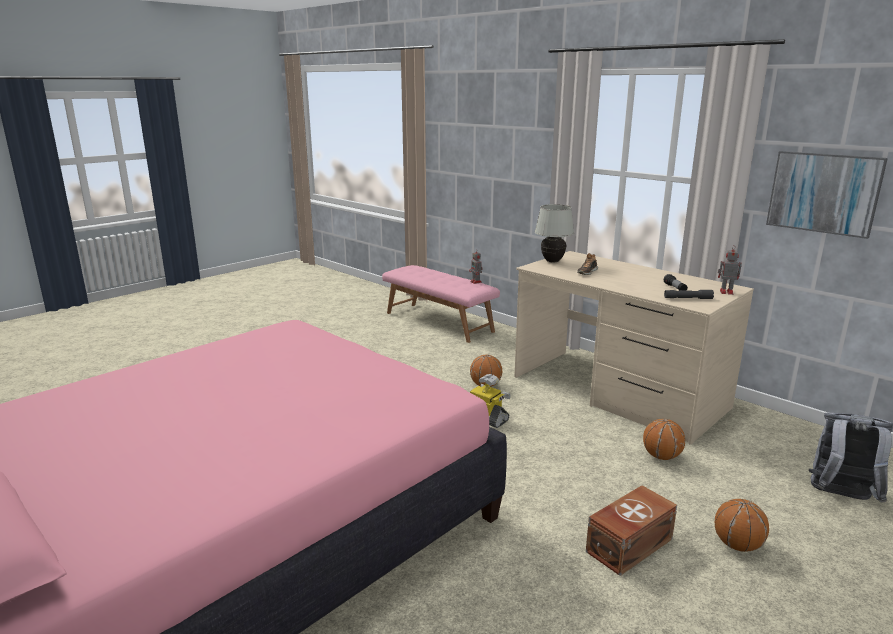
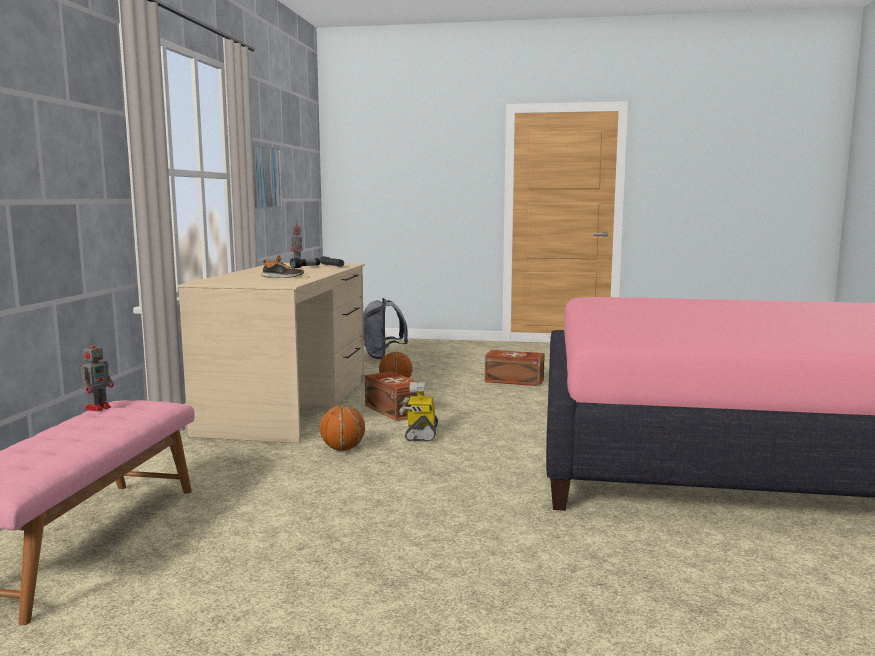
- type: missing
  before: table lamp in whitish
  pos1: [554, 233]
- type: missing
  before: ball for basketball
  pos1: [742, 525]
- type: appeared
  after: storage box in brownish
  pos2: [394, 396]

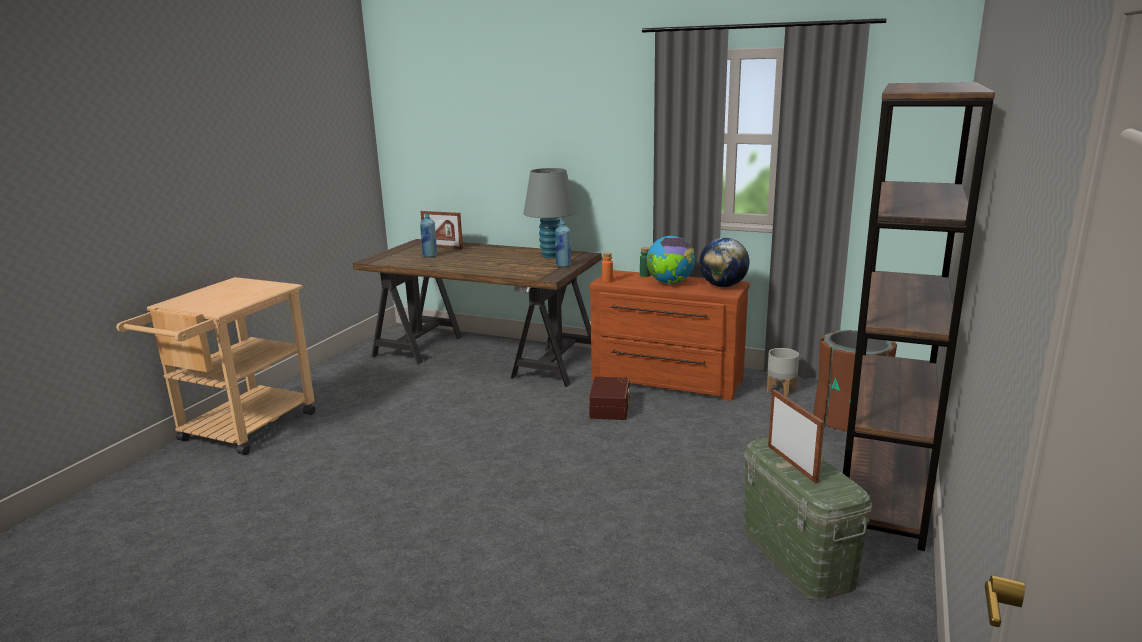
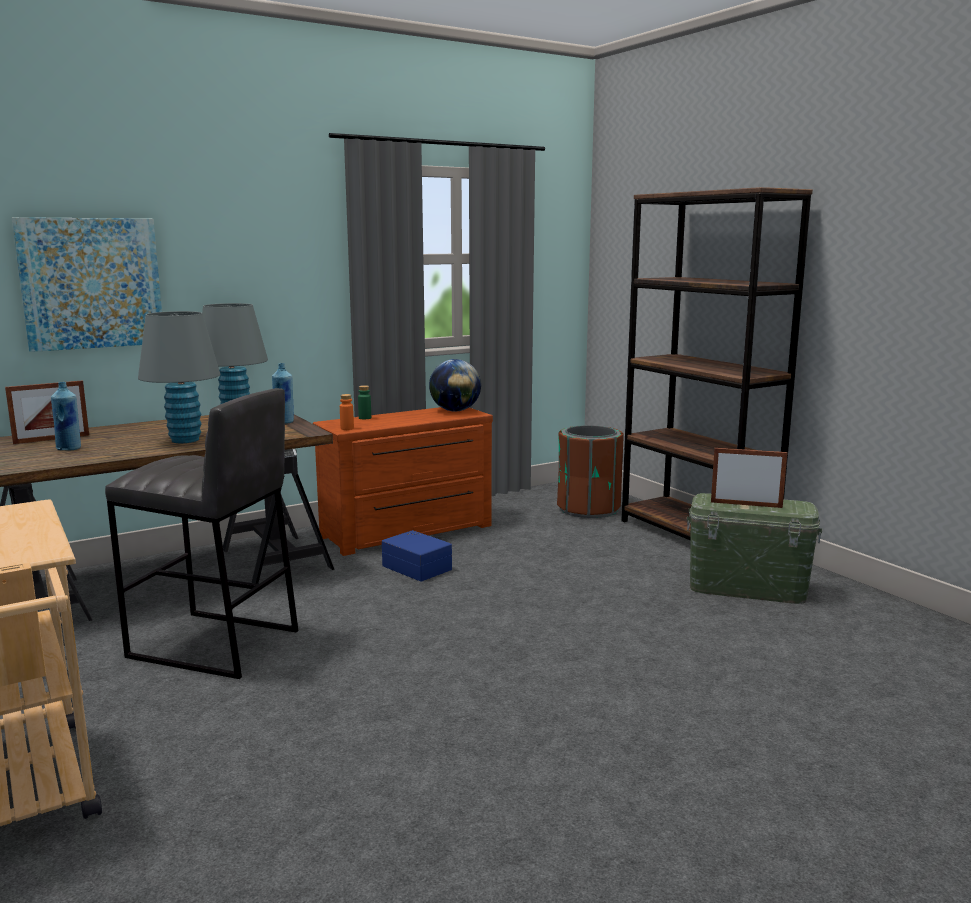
- type: colour
  before: storage box in brownish
  after: storage box in bluish
  pos1: [610, 398]
  pos2: [417, 555]
- type: missing
  before: desk globe
  pos1: [671, 260]
- type: missing
  before: planter in grey
  pos1: [783, 372]
- type: appeared
  after: picture
  pos2: [87, 284]
- type: appeared
  after: stool seat in grey
  pos2: [202, 533]
- type: appeared
  after: table lamp in grey
  pos2: [179, 377]

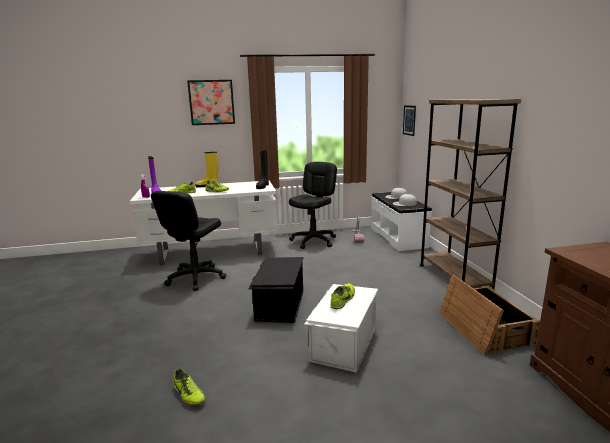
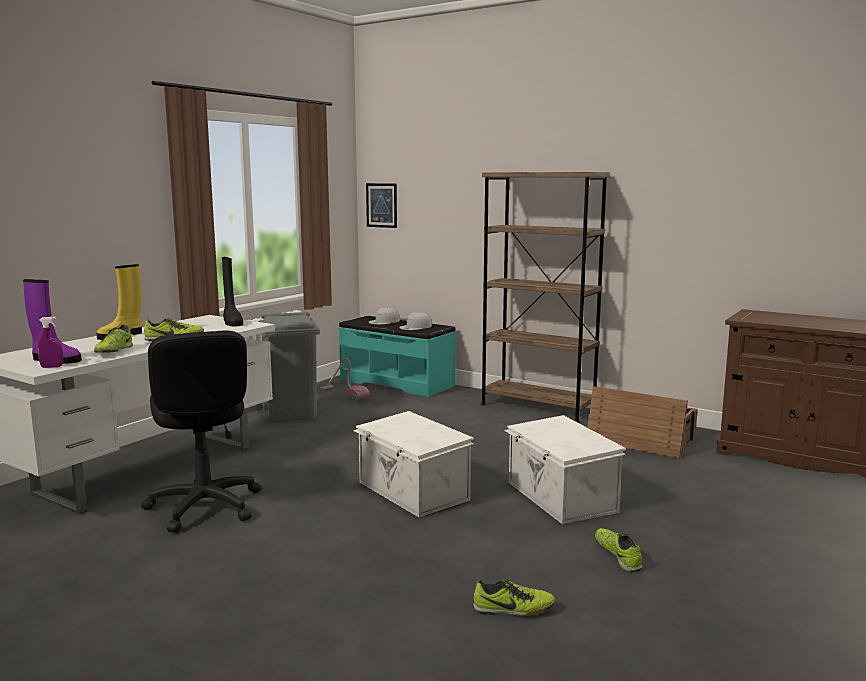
- type: missing
  before: picture
  pos1: [211, 102]
- type: colour
  before: storage box in black-coloured
  after: storage box in whitish
  pos1: [276, 290]
  pos2: [413, 464]
- type: exchanged
  before: computer chair in black-coloured
  after: rubbish bin in grey
  pos1: [313, 205]
  pos2: [289, 366]
- type: relocated
  before: shoe
  pos1: [342, 296]
  pos2: [618, 550]
- type: colour
  before: indoor bench in whitish
  after: indoor bench in turquoise-coloured
  pos1: [401, 221]
  pos2: [397, 356]

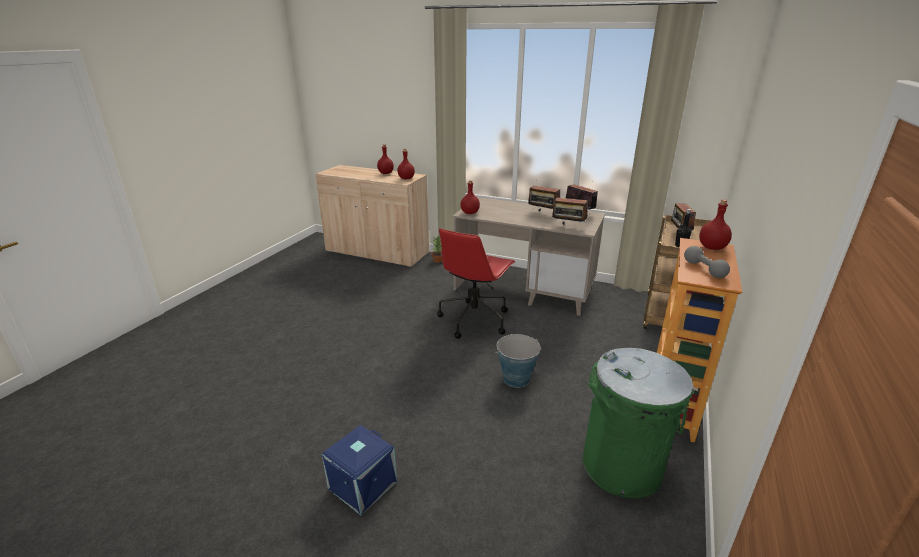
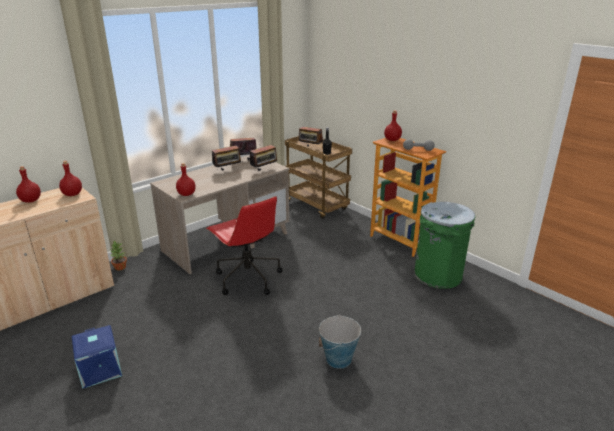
- type: relocated
  before: storage box in bluish
  pos1: [359, 470]
  pos2: [97, 357]
- type: relocated
  before: pail
  pos1: [518, 361]
  pos2: [340, 342]

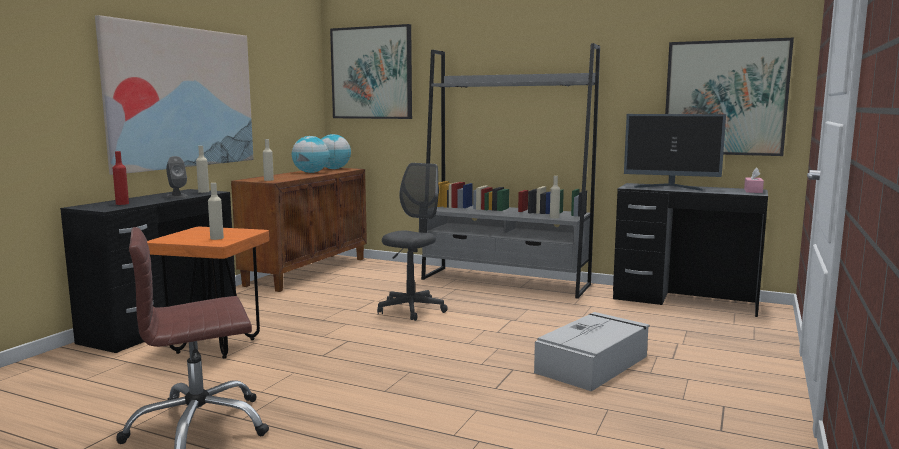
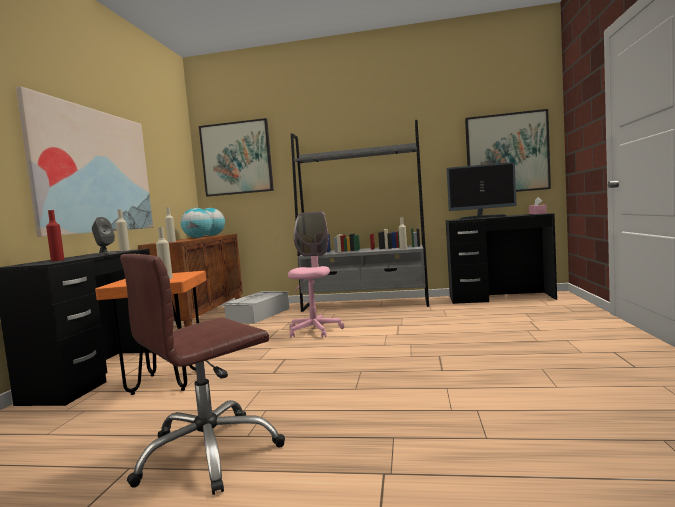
- type: colour
  before: computer chair in grey
  after: computer chair in pink-coloured
  pos1: [412, 242]
  pos2: [316, 274]
- type: relocated
  before: storage box in grey
  pos1: [591, 351]
  pos2: [256, 307]

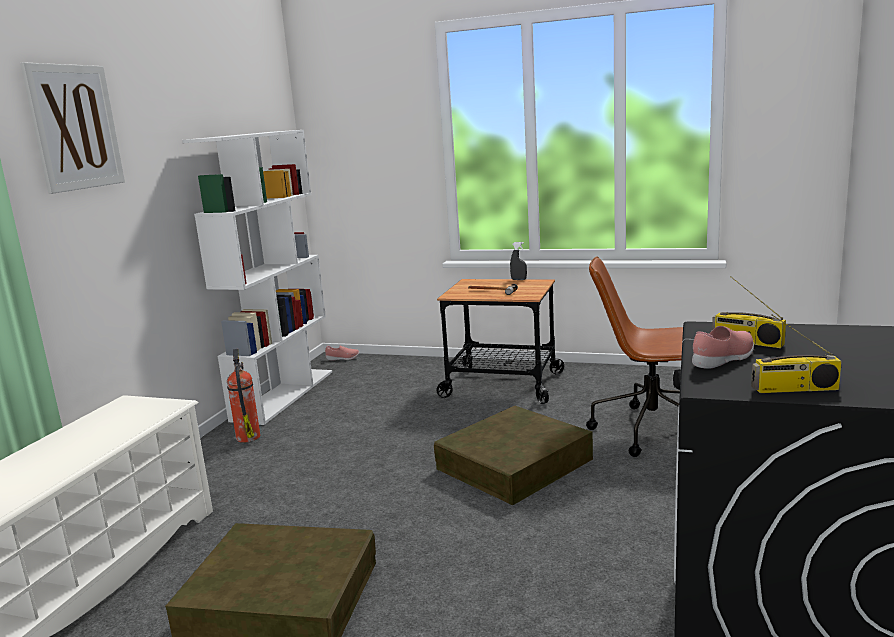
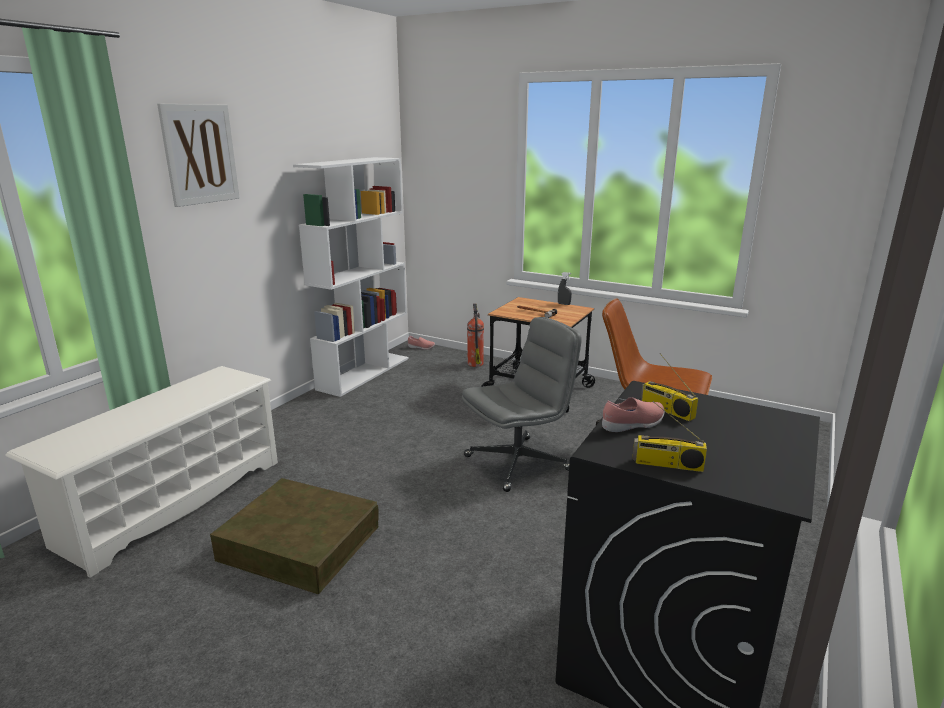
- type: relocated
  before: fire-fighting cylinder
  pos1: [243, 396]
  pos2: [475, 335]
- type: exchanged
  before: storage box in brownish
  after: computer chair in grey
  pos1: [513, 455]
  pos2: [522, 404]

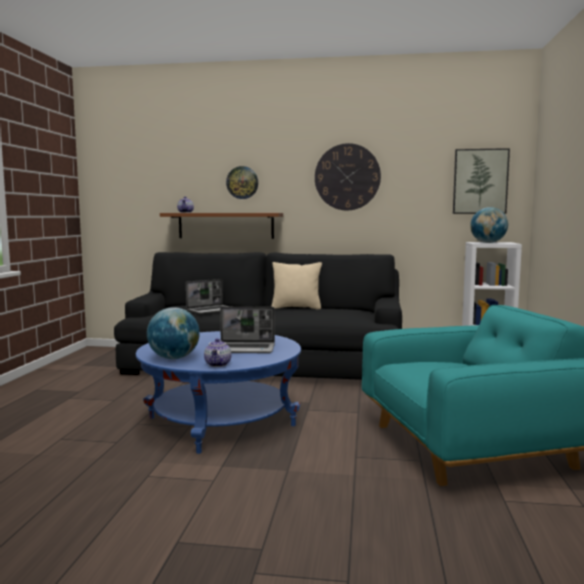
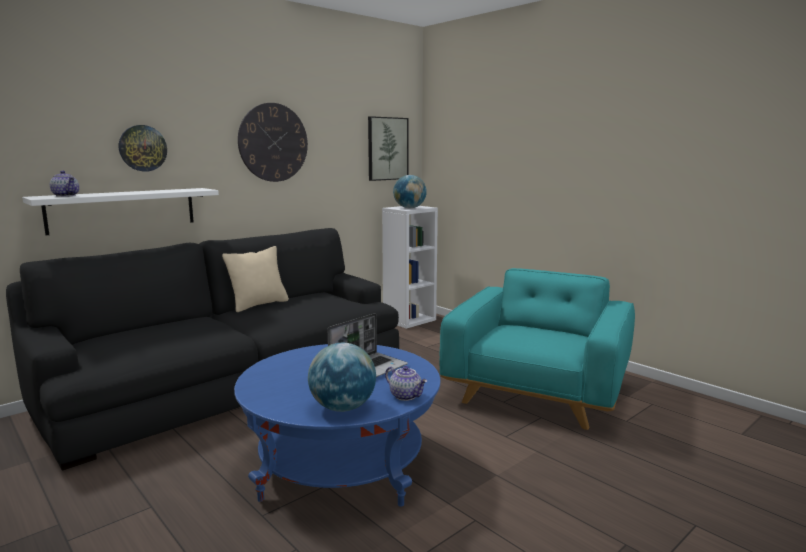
- type: colour
  before: wall shelf in brownish
  after: wall shelf in whitish
  pos1: [221, 226]
  pos2: [120, 211]
- type: missing
  before: portable computer
  pos1: [207, 296]

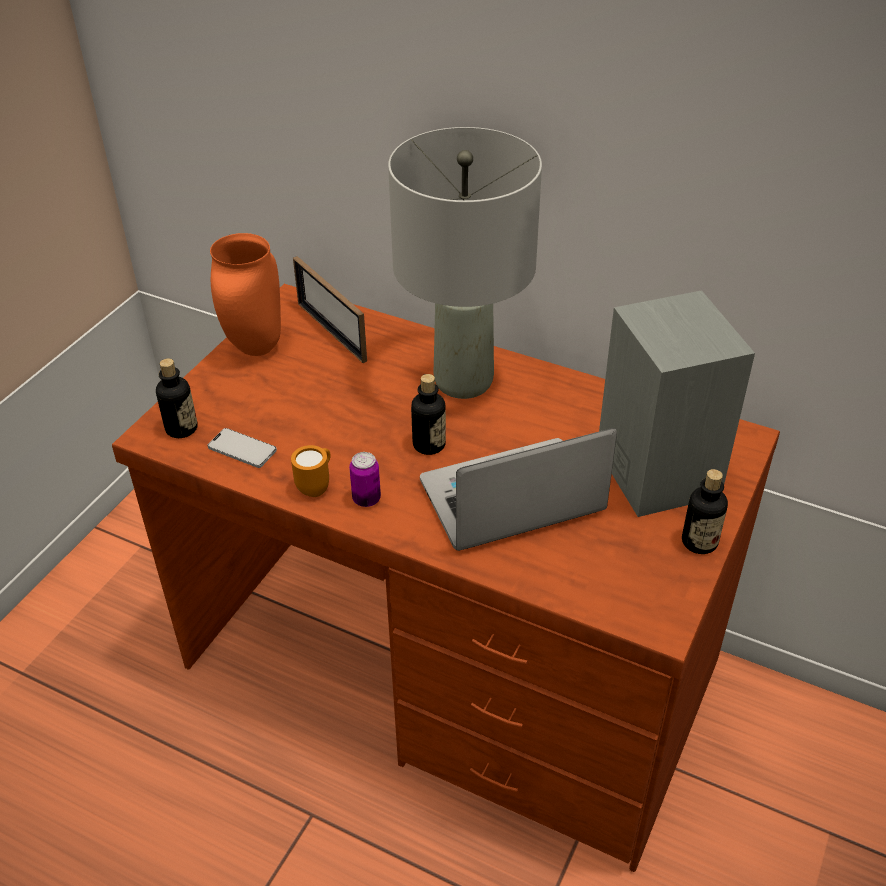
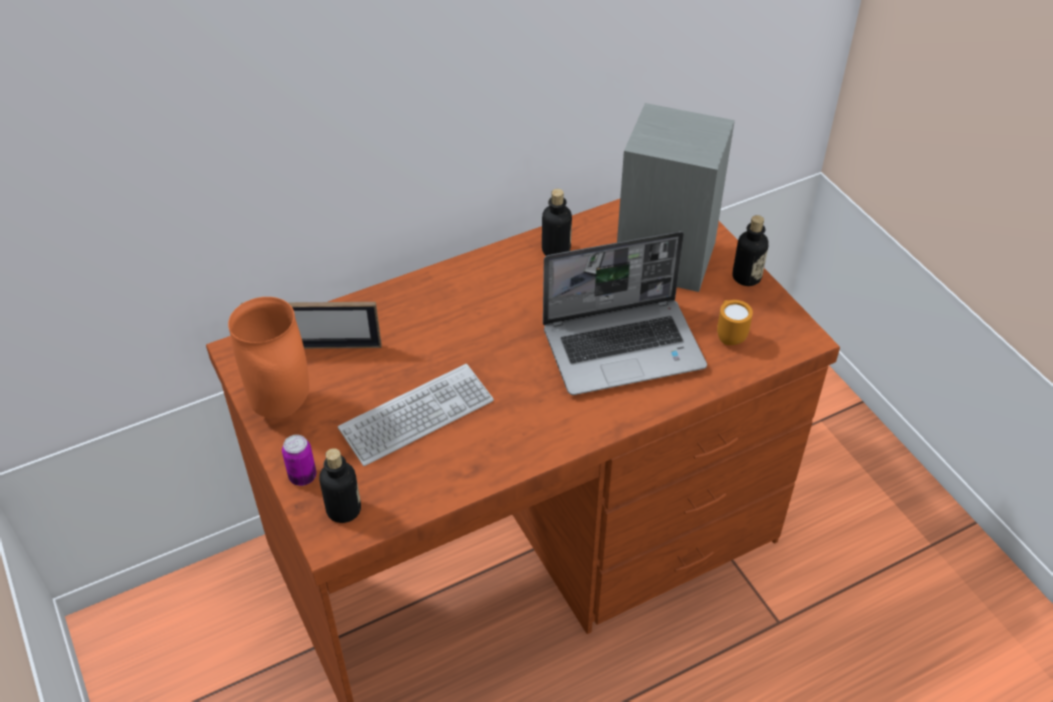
- type: missing
  before: phone
  pos1: [242, 448]
- type: relocated
  before: mug in orange-coloured
  pos1: [311, 471]
  pos2: [735, 322]
- type: relocated
  before: metal can
  pos1: [365, 479]
  pos2: [299, 460]
- type: missing
  before: table lamp in grey
  pos1: [465, 263]
- type: relocated
  before: beverage bottle
  pos1: [428, 414]
  pos2: [557, 222]
- type: spun
  before: portable computer
  pos1: [518, 489]
  pos2: [625, 313]
  turn: -120
- type: appeared
  after: computer keyboard
  pos2: [416, 415]

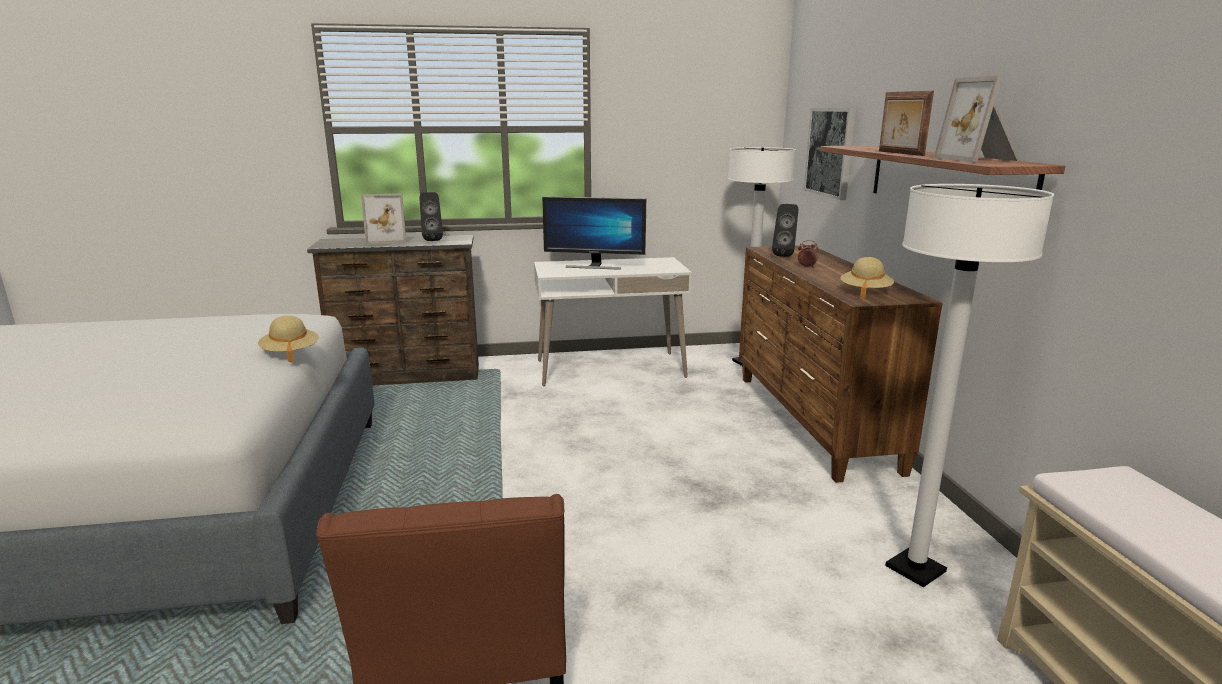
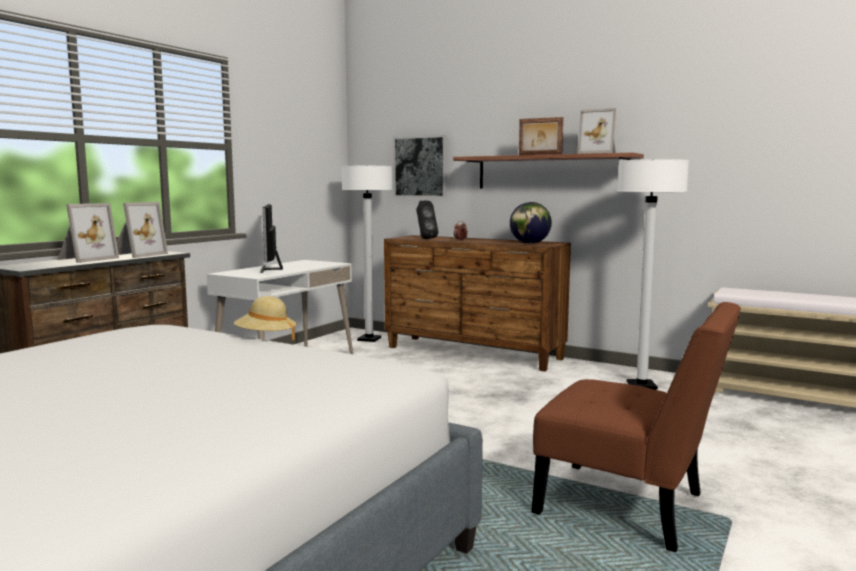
- type: exchanged
  before: audio speaker in black-coloured
  after: standing frame
  pos1: [431, 216]
  pos2: [142, 230]
- type: spun
  before: monitor
  pos1: [594, 233]
  pos2: [271, 238]
  turn: 120
- type: exchanged
  before: hat in beige-coloured
  after: desk globe
  pos1: [867, 278]
  pos2: [531, 223]

